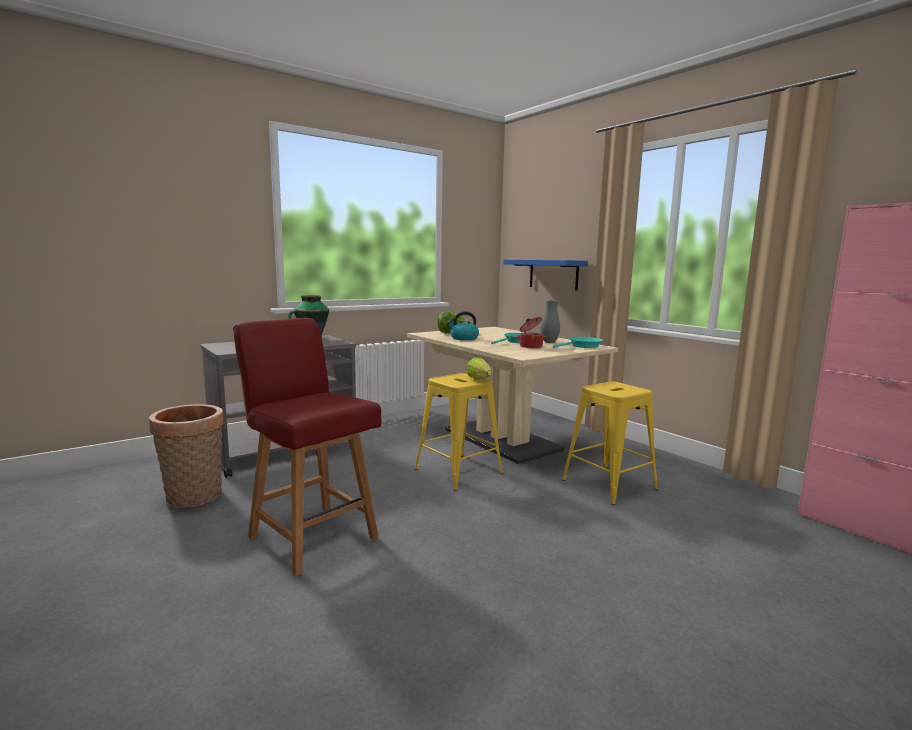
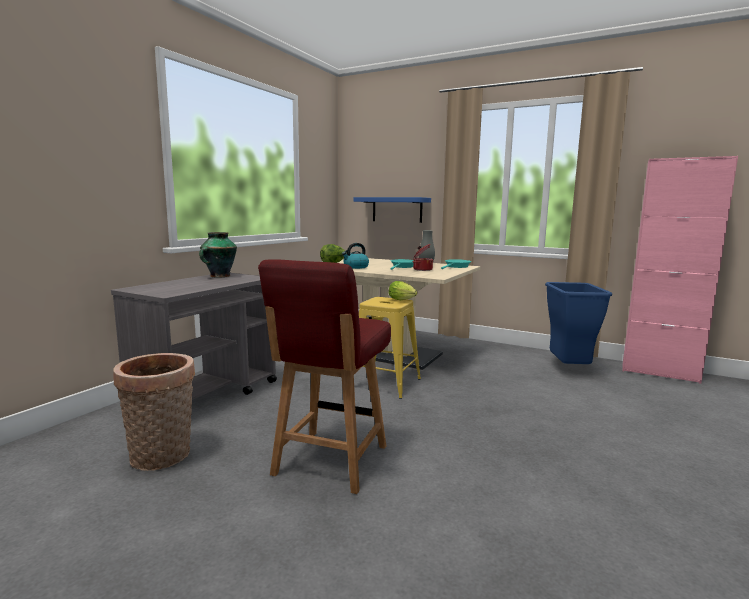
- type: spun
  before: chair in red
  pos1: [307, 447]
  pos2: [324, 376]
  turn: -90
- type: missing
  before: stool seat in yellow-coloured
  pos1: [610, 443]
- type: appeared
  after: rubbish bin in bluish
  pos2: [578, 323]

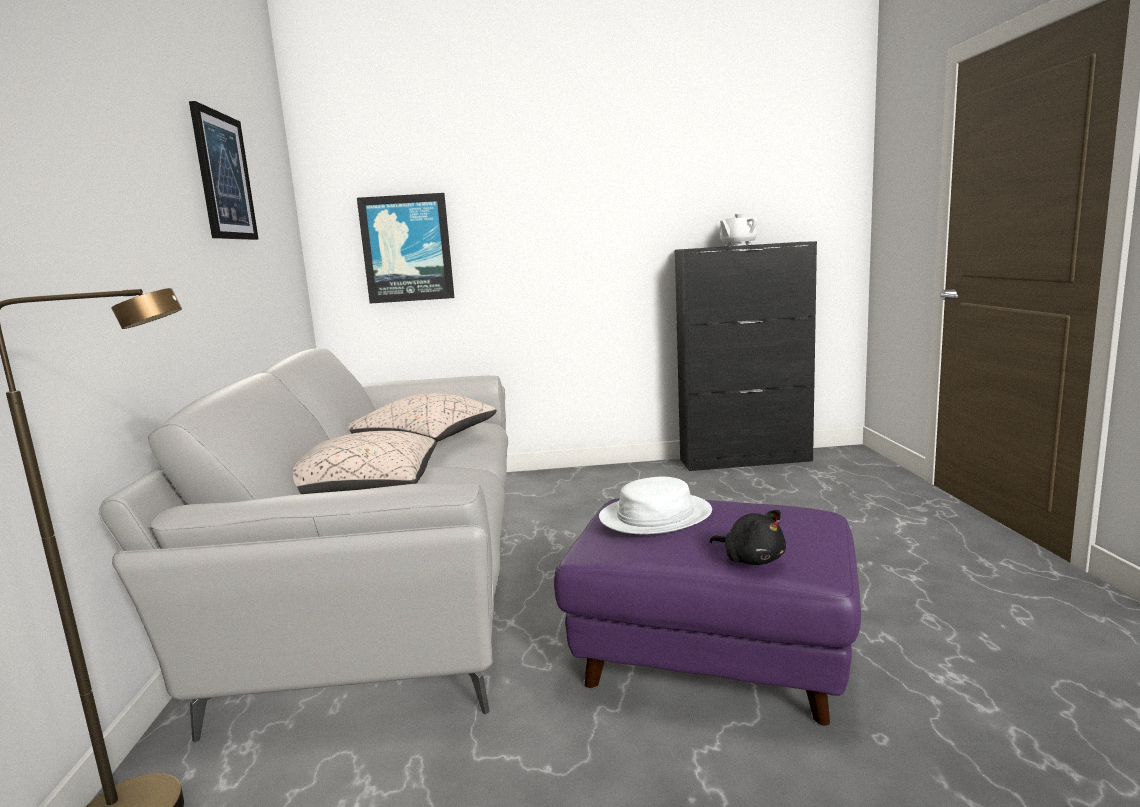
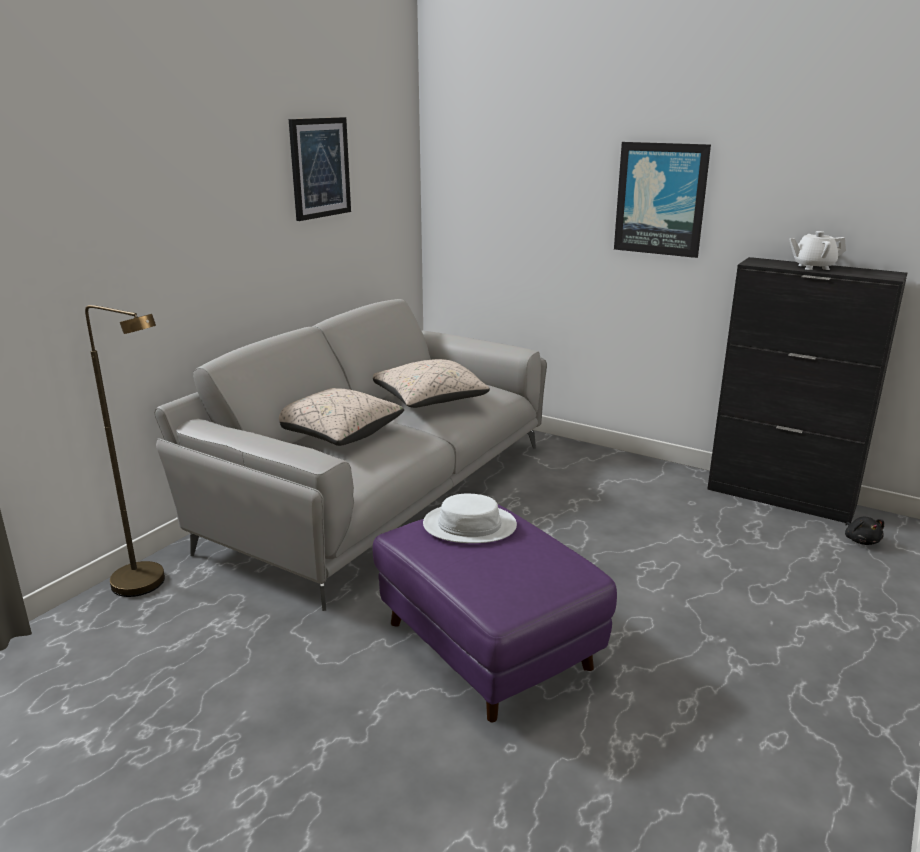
- type: relocated
  before: picture
  pos1: [405, 248]
  pos2: [662, 200]
- type: relocated
  before: cuddly toy in black-coloured
  pos1: [748, 537]
  pos2: [864, 531]

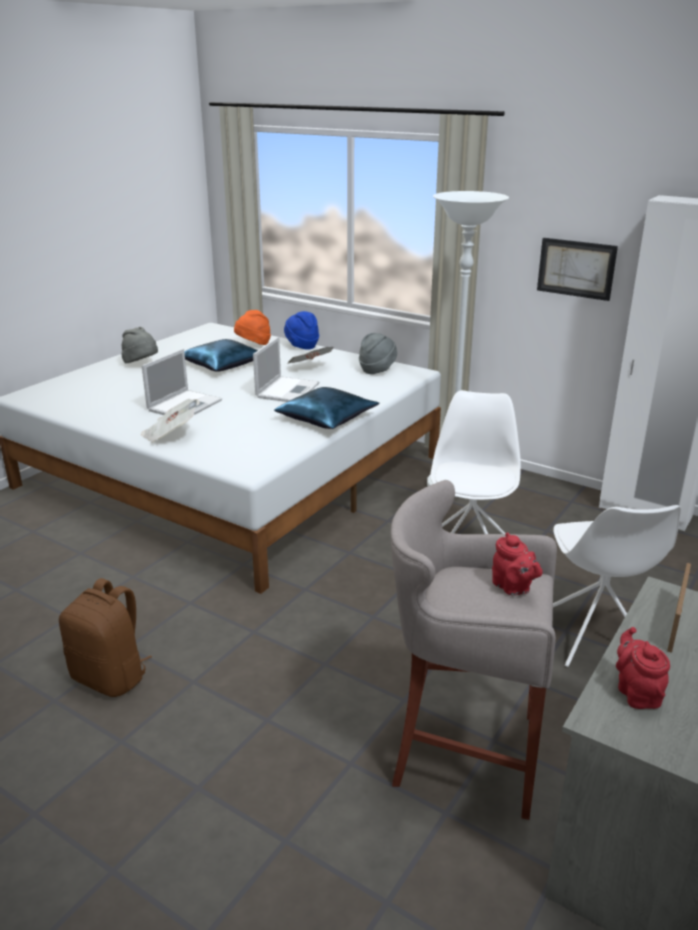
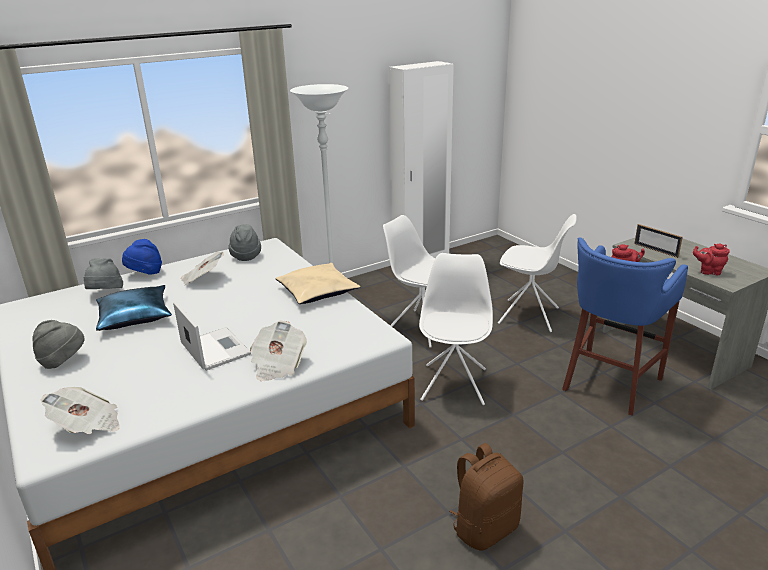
- type: colour
  before: hat in orange-coloured
  after: hat in grey
  pos1: [252, 327]
  pos2: [103, 273]
- type: missing
  before: portable computer
  pos1: [286, 369]
- type: colour
  before: cushion in bluish
  after: cushion in beige-coloured
  pos1: [326, 408]
  pos2: [317, 283]
- type: colour
  before: stool seat in grey
  after: stool seat in bluish
  pos1: [474, 650]
  pos2: [625, 326]
- type: missing
  before: picture
  pos1: [577, 269]
- type: appeared
  after: newspaper
  pos2: [80, 410]
- type: appeared
  after: chair in whitish
  pos2: [456, 329]

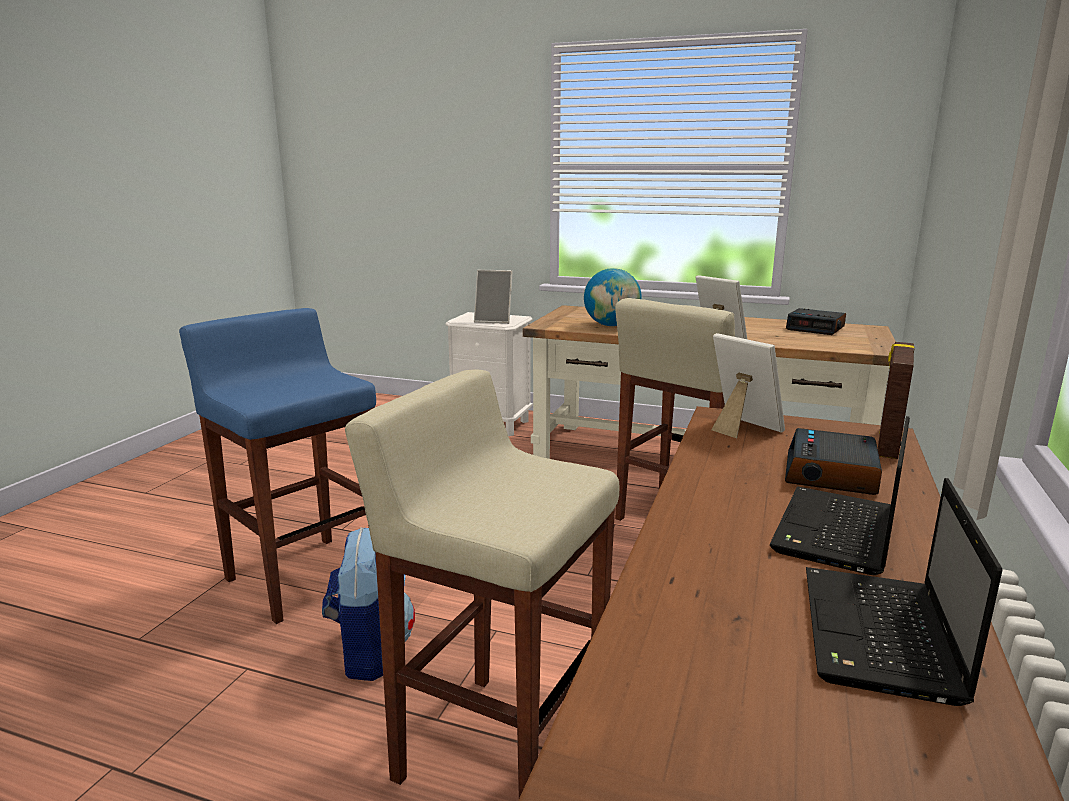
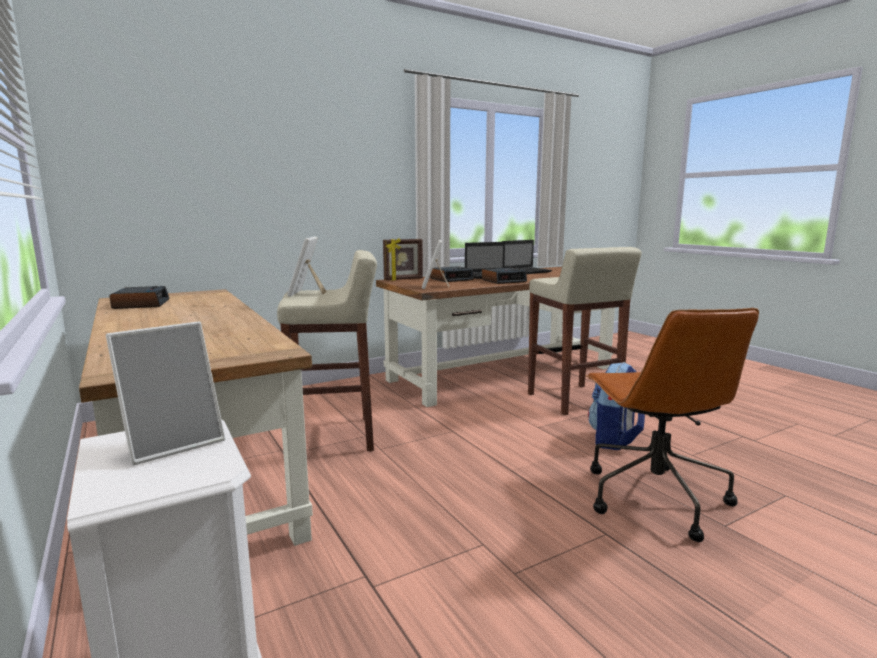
- type: exchanged
  before: stool seat in bluish
  after: computer chair in brownish
  pos1: [277, 466]
  pos2: [672, 425]
- type: spun
  before: standing frame
  pos1: [493, 297]
  pos2: [165, 393]
  turn: 90
- type: missing
  before: desk globe
  pos1: [613, 297]
- type: appeared
  after: bedside clock
  pos2: [504, 276]

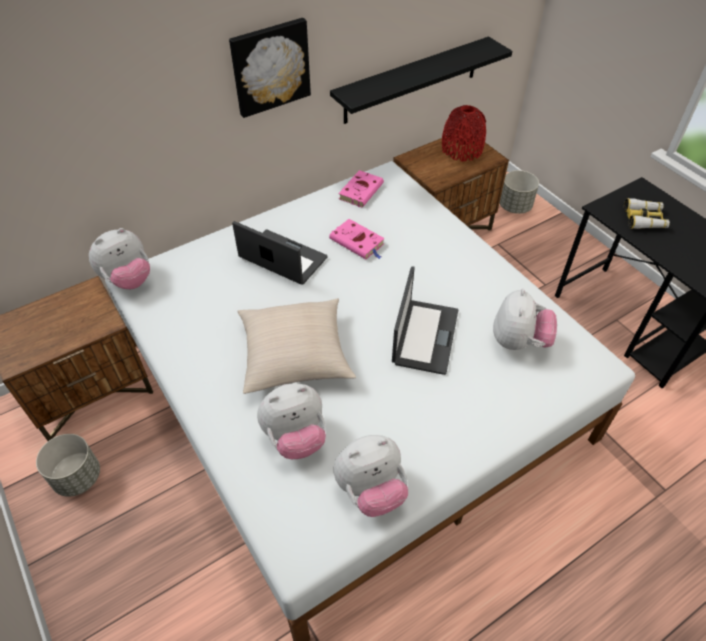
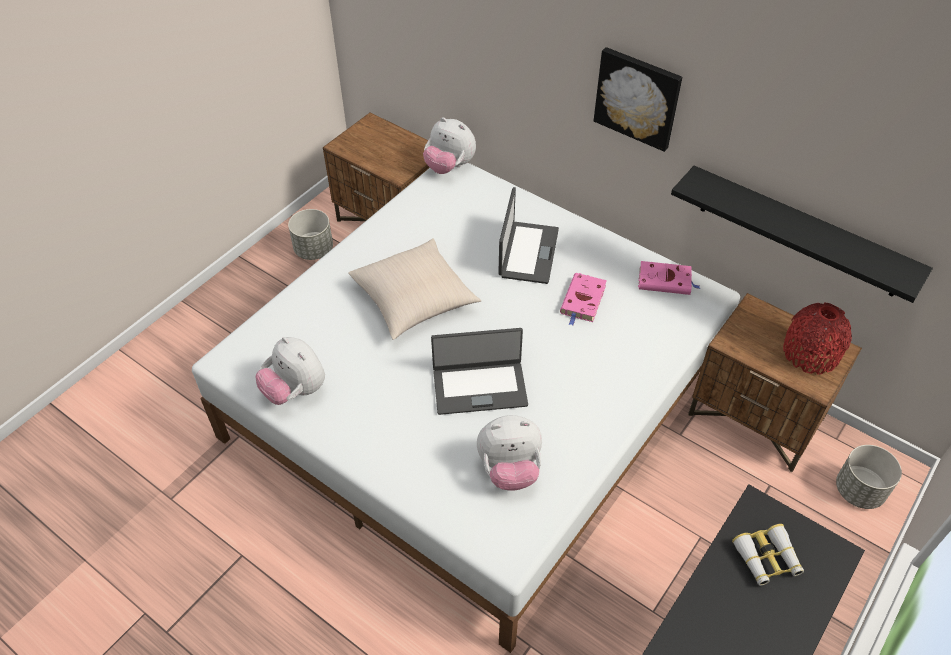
- type: missing
  before: cuddly toy
  pos1: [291, 421]

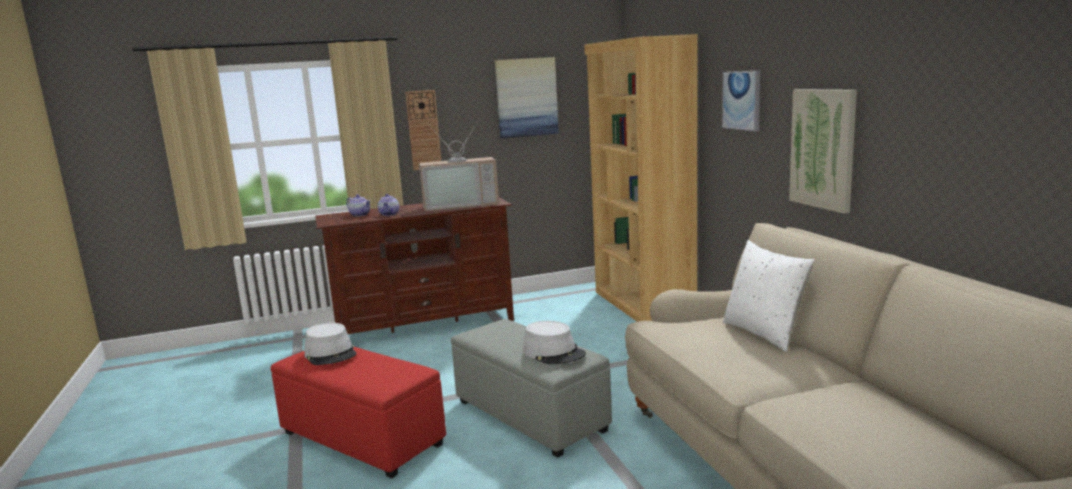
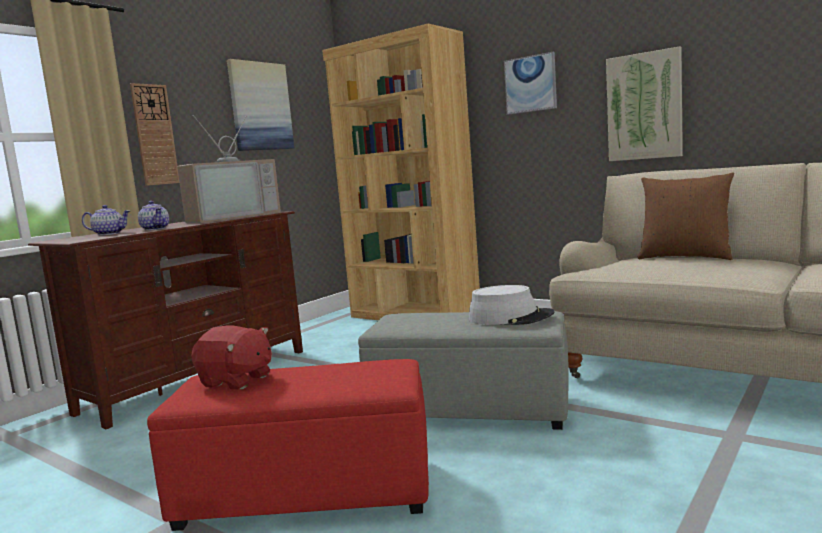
- type: exchanged
  before: hat in grey
  after: cuddly toy in red
  pos1: [330, 344]
  pos2: [231, 357]
- type: colour
  before: cushion in whitish
  after: cushion in brownish
  pos1: [769, 296]
  pos2: [685, 216]

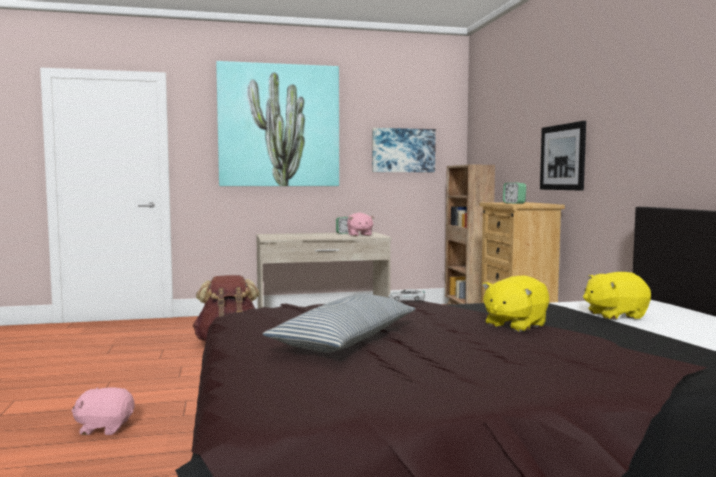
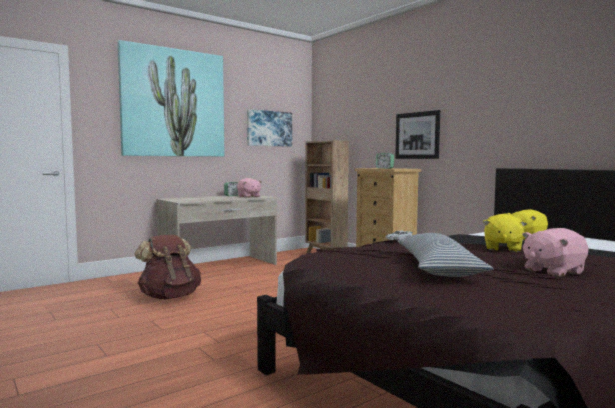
- type: relocated
  before: cuddly toy in pink-coloured
  pos1: [103, 411]
  pos2: [555, 252]

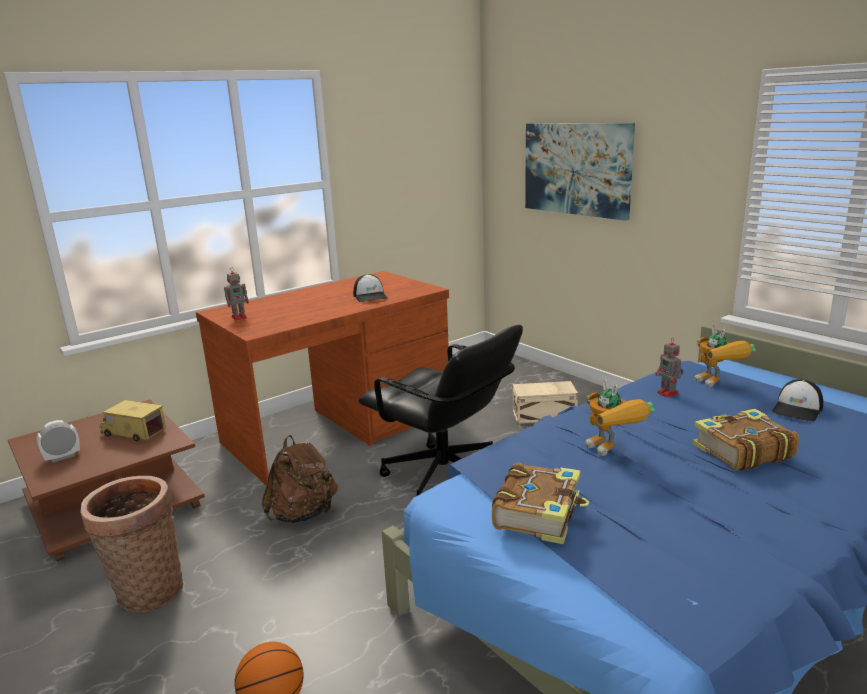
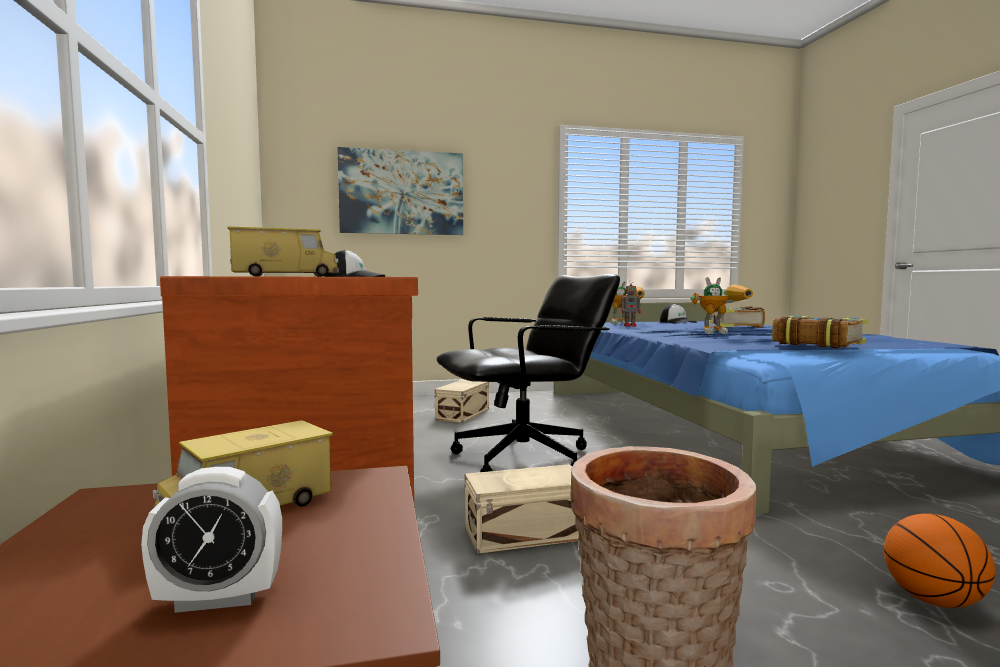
- type: spun
  before: bedside clock
  pos1: [58, 441]
  pos2: [211, 540]
  turn: -90
- type: exchanged
  before: model robot
  after: toy lorry
  pos1: [236, 294]
  pos2: [283, 251]
- type: exchanged
  before: rucksack in brownish
  after: storage box in beige-coloured
  pos1: [300, 479]
  pos2: [522, 509]

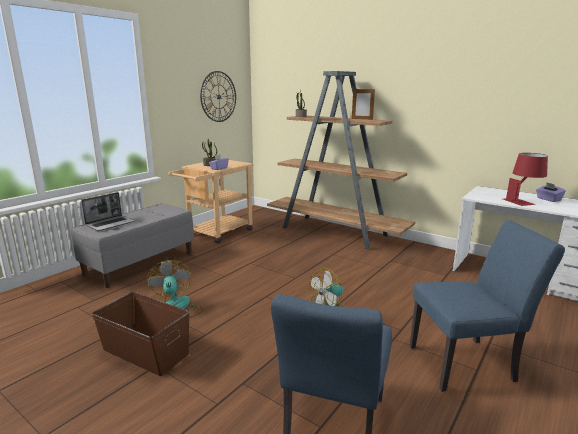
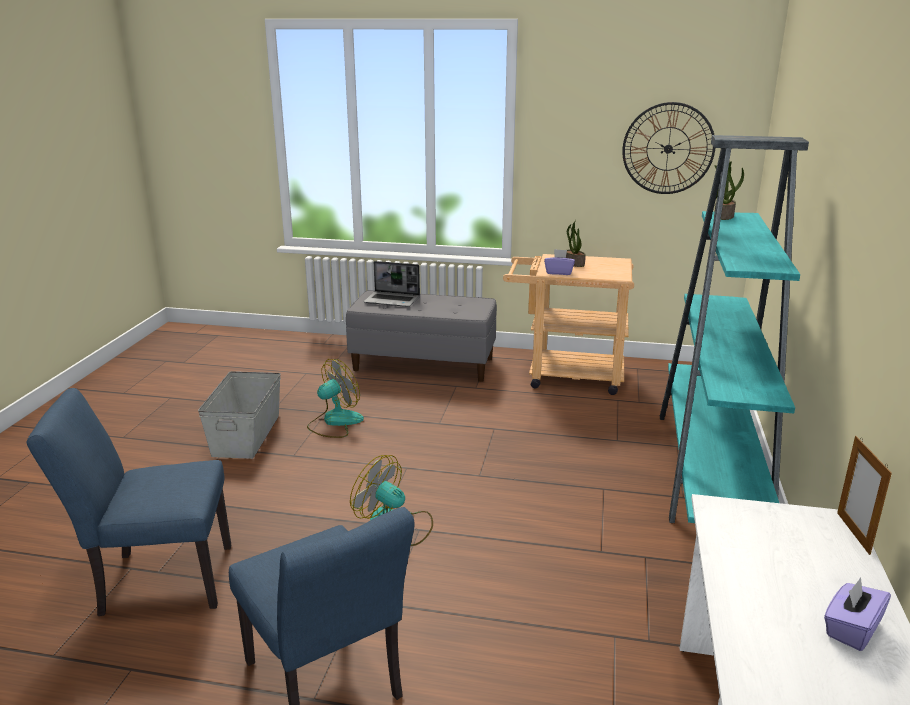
- type: colour
  before: storage box in brownish
  after: storage box in grey
  pos1: [141, 334]
  pos2: [239, 415]
- type: colour
  before: bookcase in brownish
  after: bookcase in turquoise-coloured
  pos1: [341, 160]
  pos2: [734, 329]
- type: relocated
  before: standing frame
  pos1: [363, 104]
  pos2: [864, 495]
- type: missing
  before: table lamp in red
  pos1: [525, 179]

